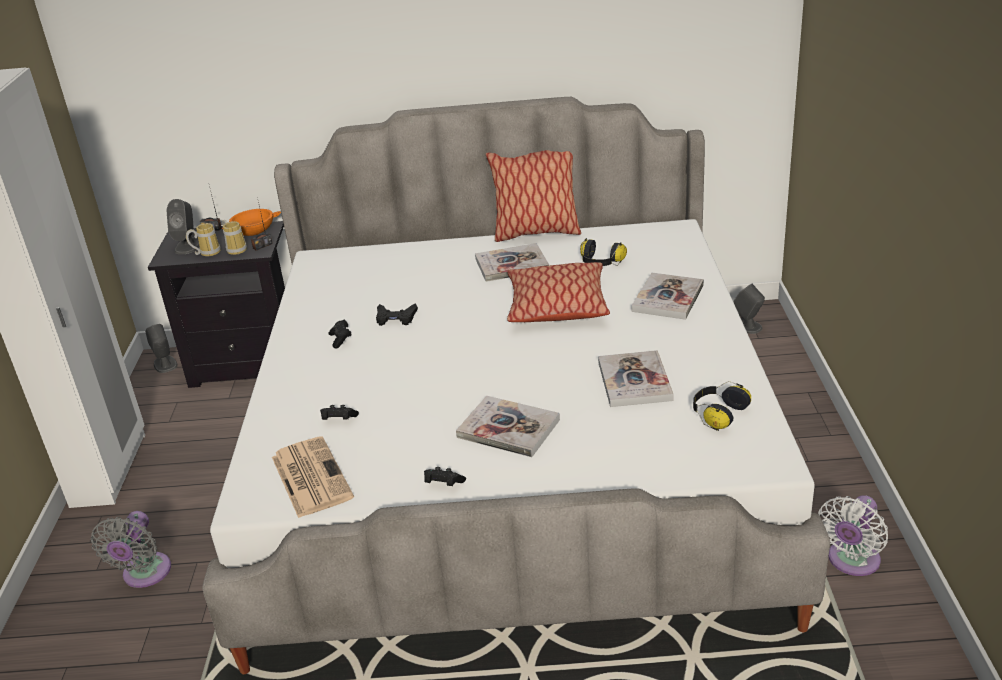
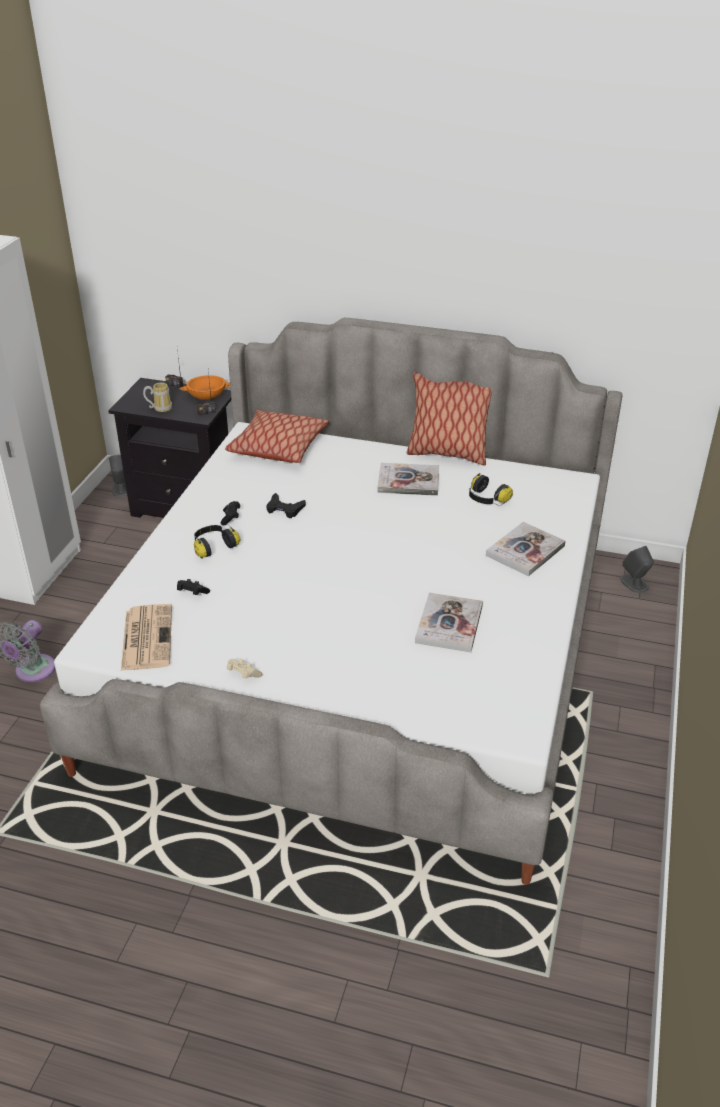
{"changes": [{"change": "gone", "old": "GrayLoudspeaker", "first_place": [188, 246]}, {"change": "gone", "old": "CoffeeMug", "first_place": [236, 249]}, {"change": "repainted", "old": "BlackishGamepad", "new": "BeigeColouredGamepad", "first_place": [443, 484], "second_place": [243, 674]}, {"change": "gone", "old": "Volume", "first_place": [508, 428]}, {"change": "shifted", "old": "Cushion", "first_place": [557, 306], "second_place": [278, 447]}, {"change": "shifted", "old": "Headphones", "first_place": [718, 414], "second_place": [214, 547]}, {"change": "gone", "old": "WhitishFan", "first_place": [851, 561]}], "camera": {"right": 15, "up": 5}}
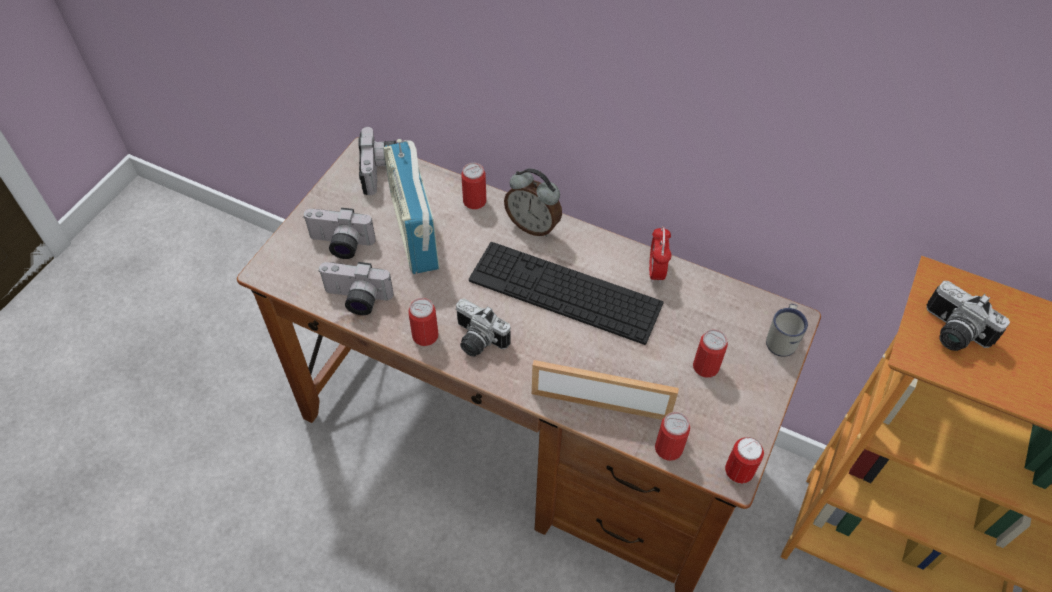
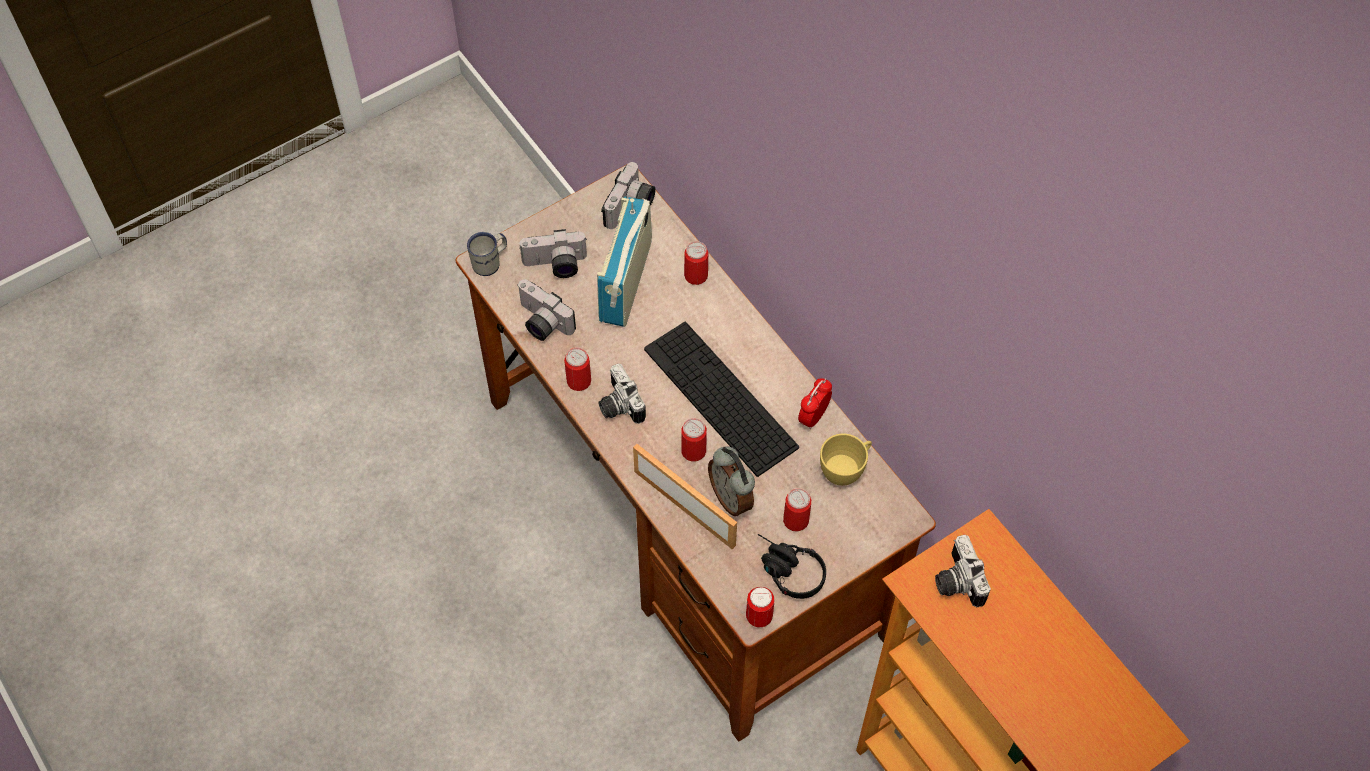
{"changes": [{"change": "rotated", "old": "StillCamera", "first_place": [340, 245], "second_place": [555, 266], "degrees": -45}, {"change": "shifted", "old": "BedsideClock", "first_place": [533, 225], "second_place": [731, 498]}, {"change": "shifted", "old": "MetalCan", "first_place": [668, 448], "second_place": [693, 451]}, {"change": "shifted", "old": "WhitishCoffeeMug", "first_place": [782, 339], "second_place": [490, 262]}, {"change": "new", "new": "BlackishHeadphones", "second_place": [785, 570]}, {"change": "new", "new": "YellowColouredCup", "second_place": [845, 470]}], "camera": {"right": 30, "up": 5}}
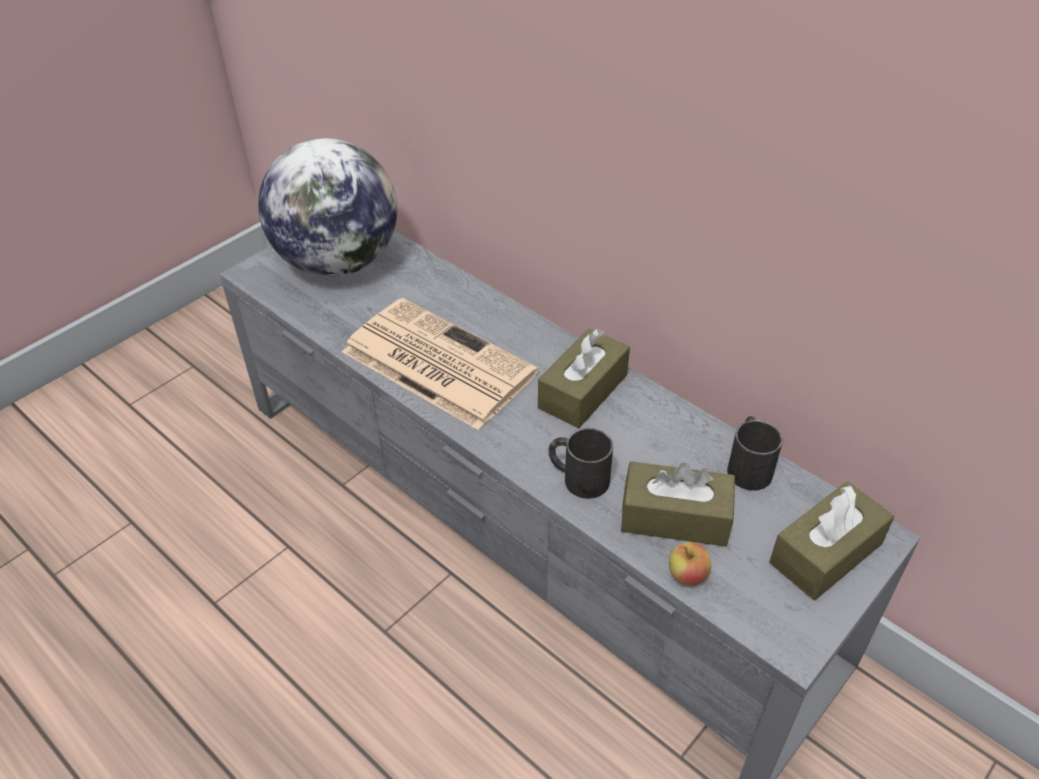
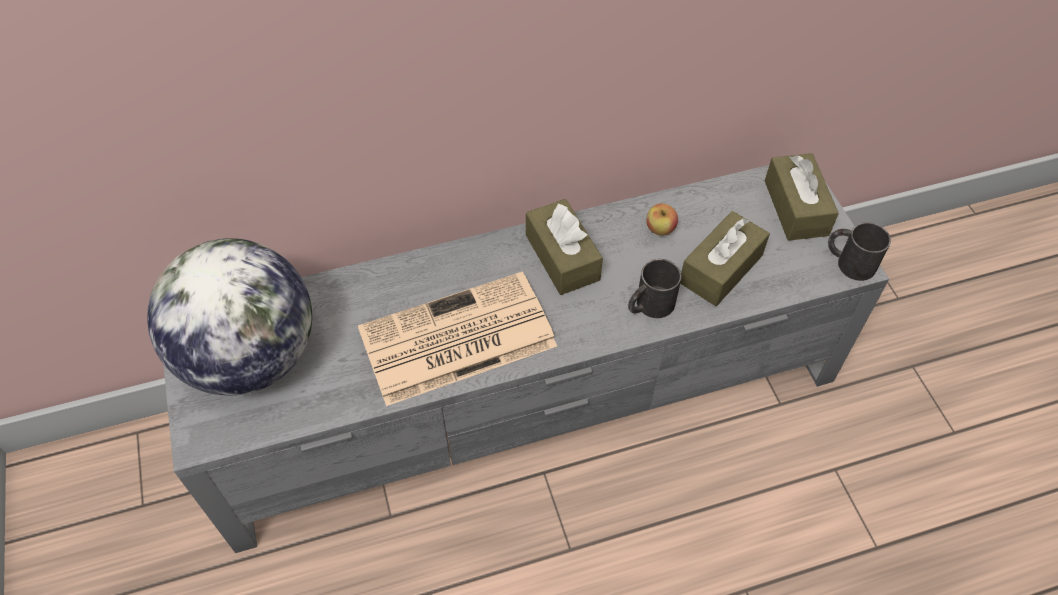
{"changes": [{"change": "shifted", "old": "AppleFruit", "first_place": [687, 575], "second_place": [660, 229]}, {"change": "shifted", "old": "BlackishCoffeeMug", "first_place": [748, 465], "second_place": [849, 262]}], "camera": {"right": -60, "up": 10}}
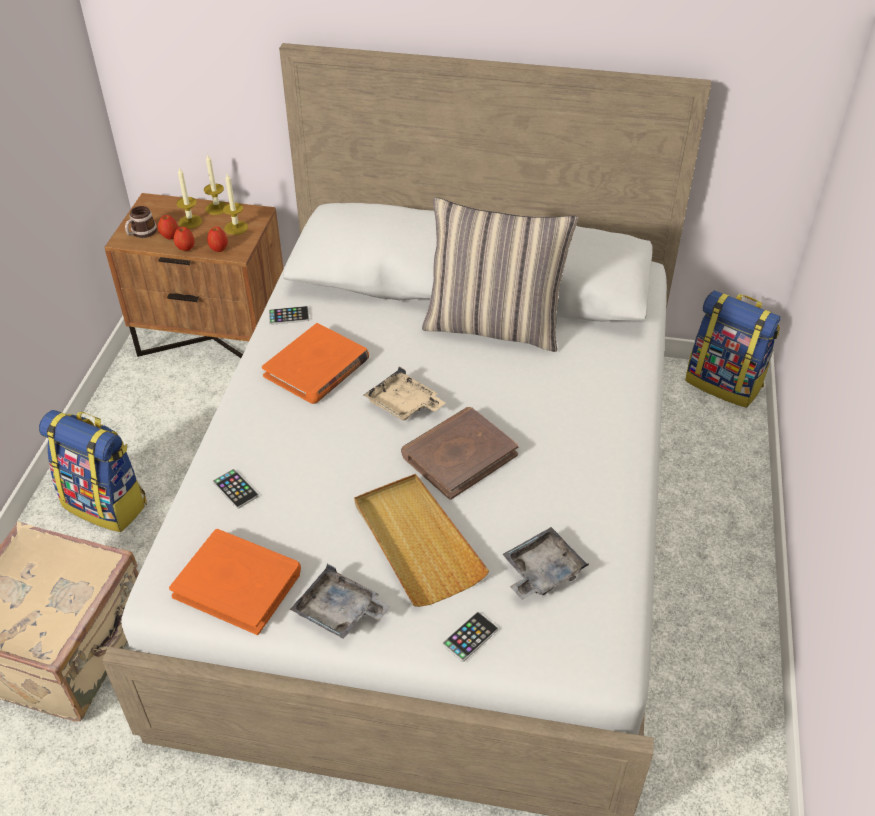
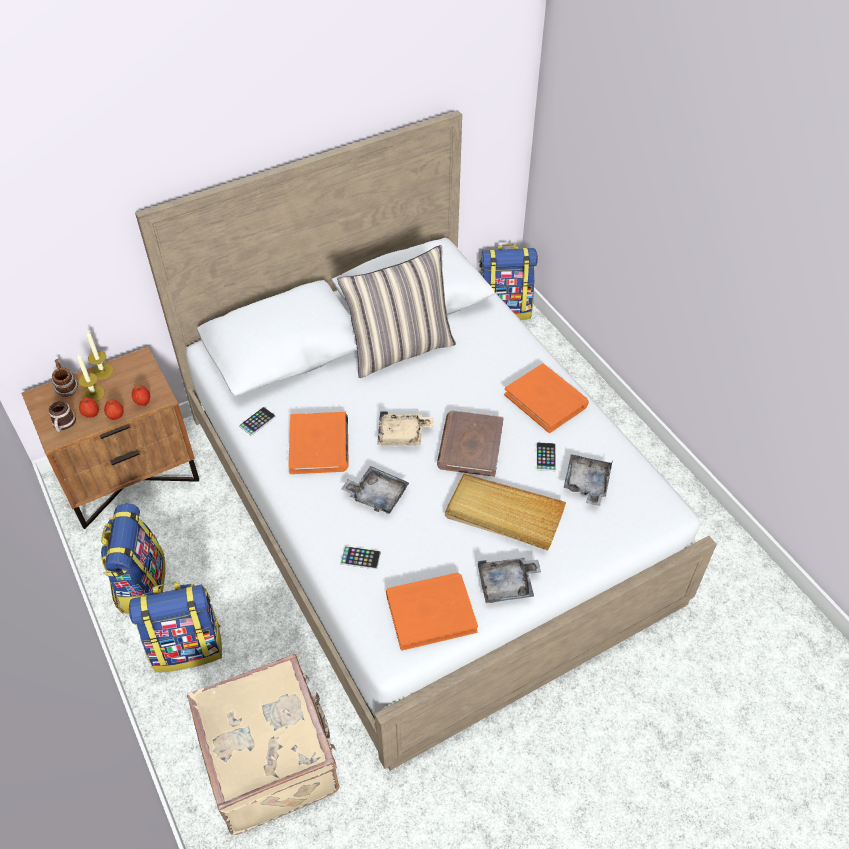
{"changes": [{"change": "gone", "old": "Candle", "first_place": [236, 228]}, {"change": "shifted", "old": "Phone", "first_place": [470, 637], "second_place": [545, 457]}, {"change": "new", "new": "CoffeeMug", "second_place": [66, 388]}, {"change": "new", "new": "Rucksack", "second_place": [141, 584]}, {"change": "new", "new": "GrayTray", "second_place": [377, 495]}, {"change": "new", "new": "OrangeVolume", "second_place": [546, 400]}], "camera": {"right": -40, "up": 5}}
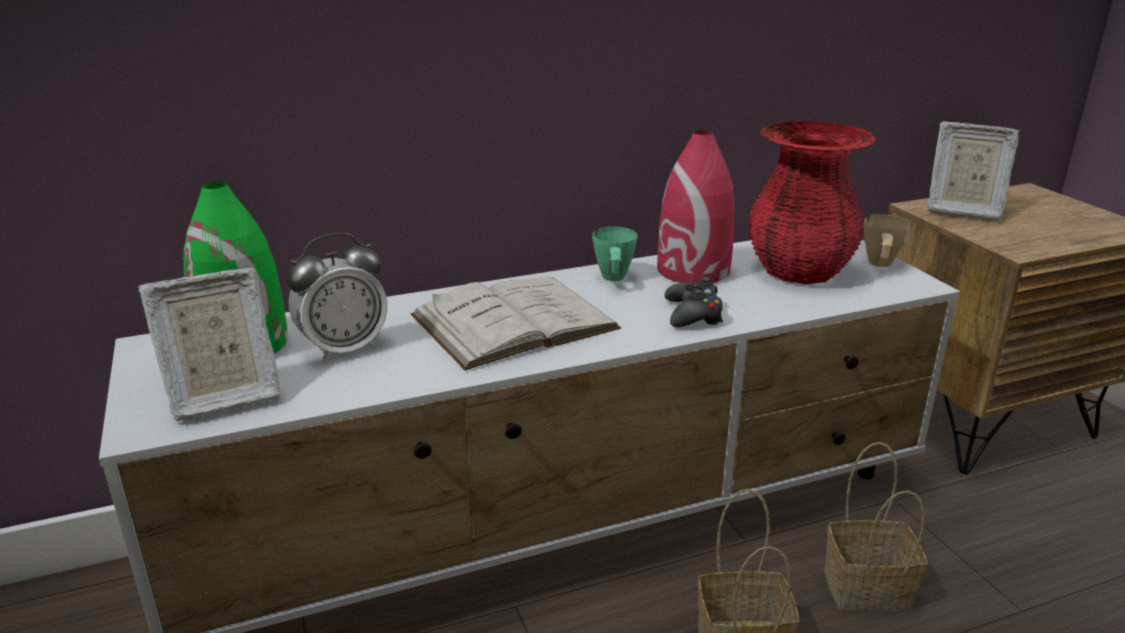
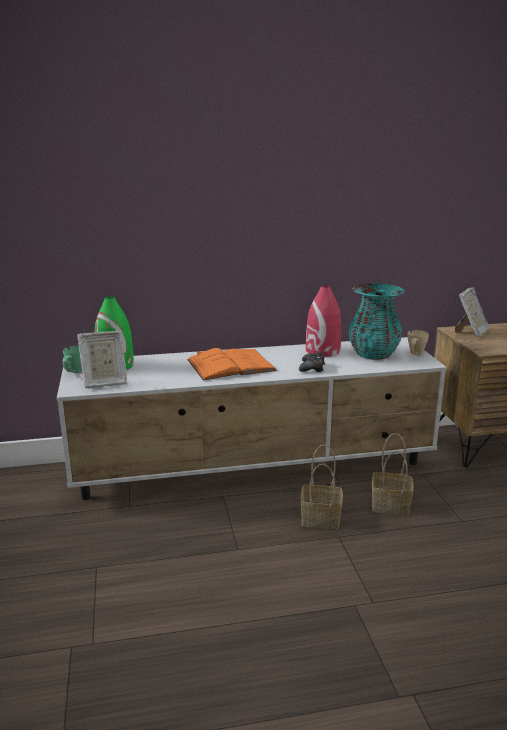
{"changes": [{"change": "gone", "old": "BedsideClock", "first_place": [343, 349]}, {"change": "repainted", "old": "WhitishVolume", "new": "OrangeVolume", "first_place": [514, 321], "second_place": [231, 365]}, {"change": "shifted", "old": "GreenColouredCoffeeMug", "first_place": [614, 281], "second_place": [74, 372]}, {"change": "repainted", "old": "ReddishFlowerVase", "new": "TurquoiseFlowerVase", "first_place": [799, 271], "second_place": [373, 354]}, {"change": "rotated", "old": "StandingFrame", "first_place": [961, 211], "second_place": [471, 332], "degrees": -90}], "camera": {"right": 10, "up": -5}}
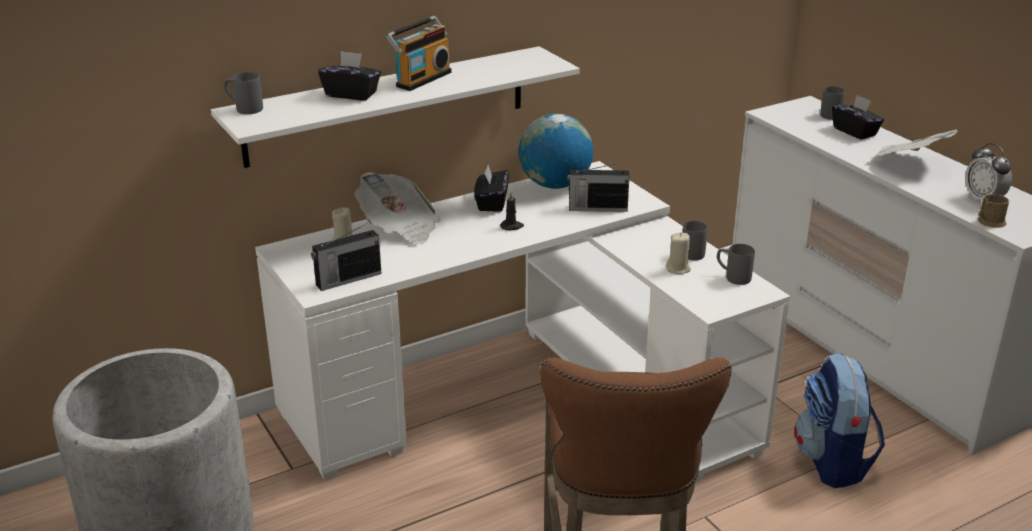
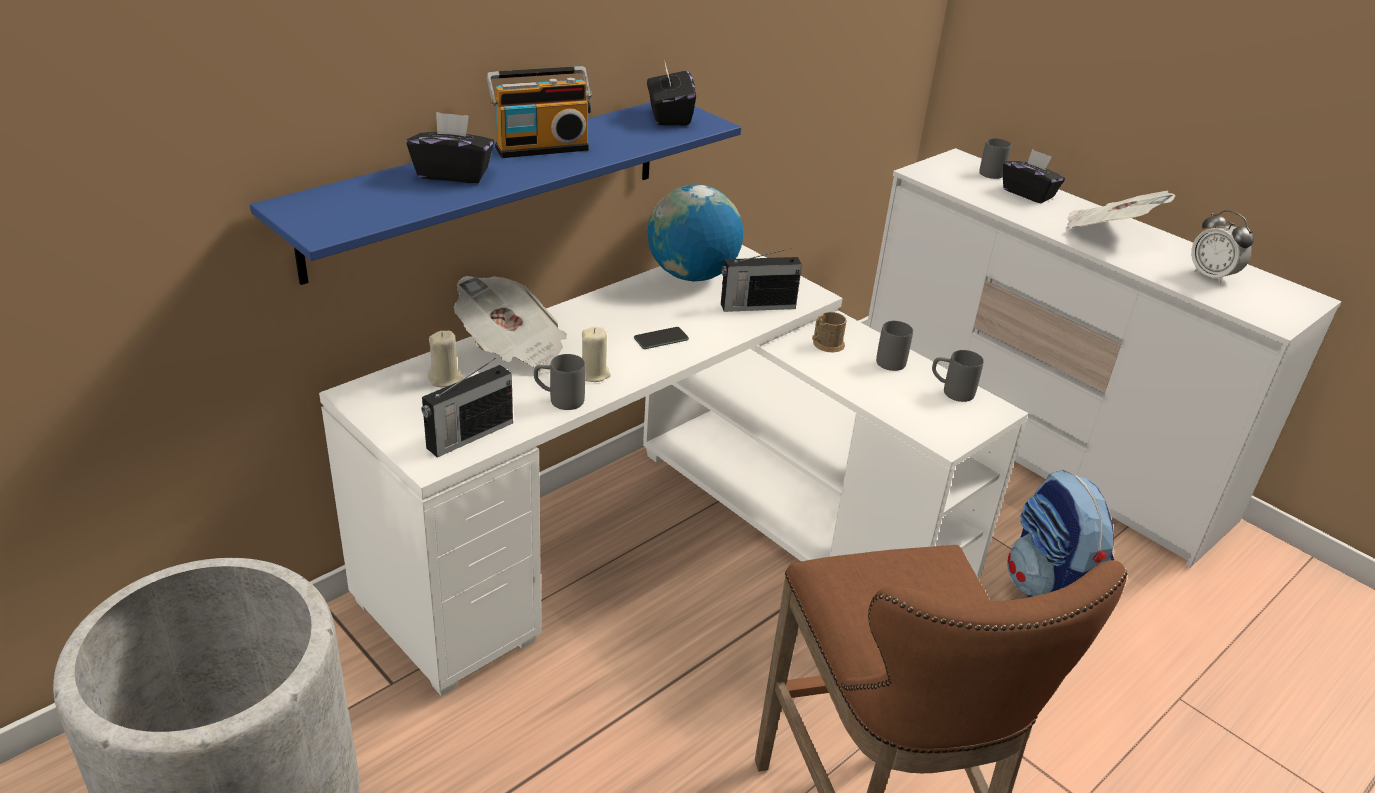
{"changes": [{"change": "repainted", "old": "WhitishShelf", "new": "BlueColouredShelf", "first_place": [387, 105], "second_place": [490, 184]}, {"change": "shifted", "old": "GrayCoffeeMug", "first_place": [244, 108], "second_place": [559, 399]}, {"change": "rotated", "old": "Radio", "first_place": [421, 79], "second_place": [541, 147], "degrees": 45}, {"change": "shifted", "old": "BlackishTissueBox", "first_place": [491, 203], "second_place": [669, 116]}, {"change": "swapped", "old": "BlackishCandle", "new": "Phone", "first_place": [512, 226], "second_place": [661, 339]}, {"change": "shifted", "old": "BeigeColouredCandle", "first_place": [678, 269], "second_place": [594, 374]}, {"change": "shifted", "old": "BrownColouredCoffeeMug", "first_place": [989, 222], "second_place": [825, 345]}], "camera": {"right": -15, "up": 5}}
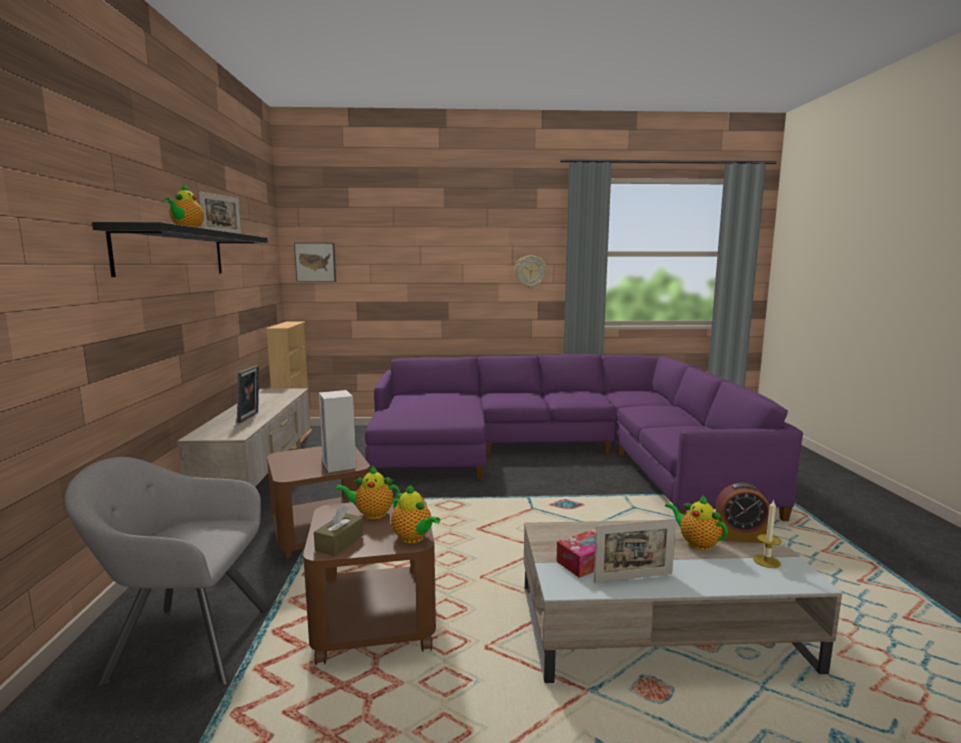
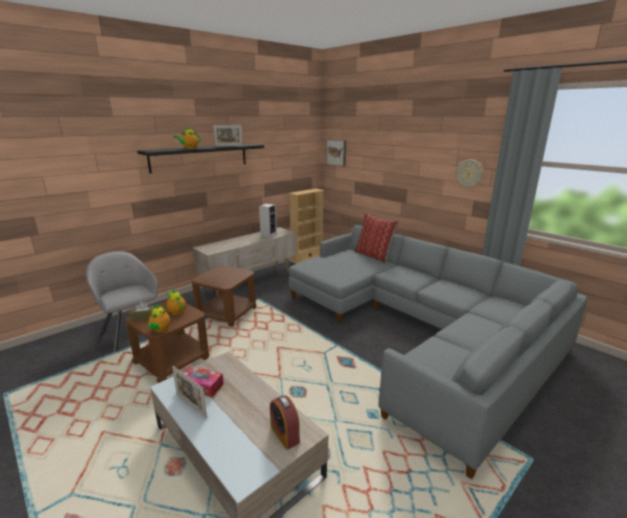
{"changes": [{"change": "gone", "old": "StandingFrame", "first_place": [250, 417]}, {"change": "shifted", "old": "Loudspeaker", "first_place": [338, 465], "second_place": [268, 234]}, {"change": "repainted", "old": "PurpleSofa", "new": "GraySofa", "first_place": [559, 455], "second_place": [418, 330]}, {"change": "gone", "old": "PotForTea", "first_place": [696, 543]}, {"change": "gone", "old": "Candle", "first_place": [766, 561]}, {"change": "new", "new": "Cushion", "second_place": [374, 256]}], "camera": {"right": 50, "up": 10}}
